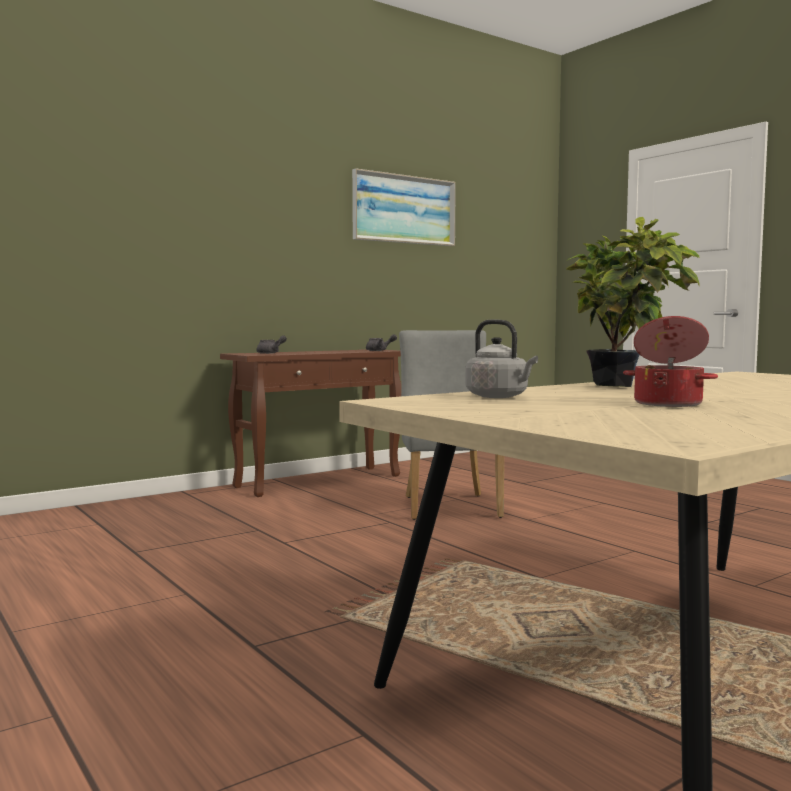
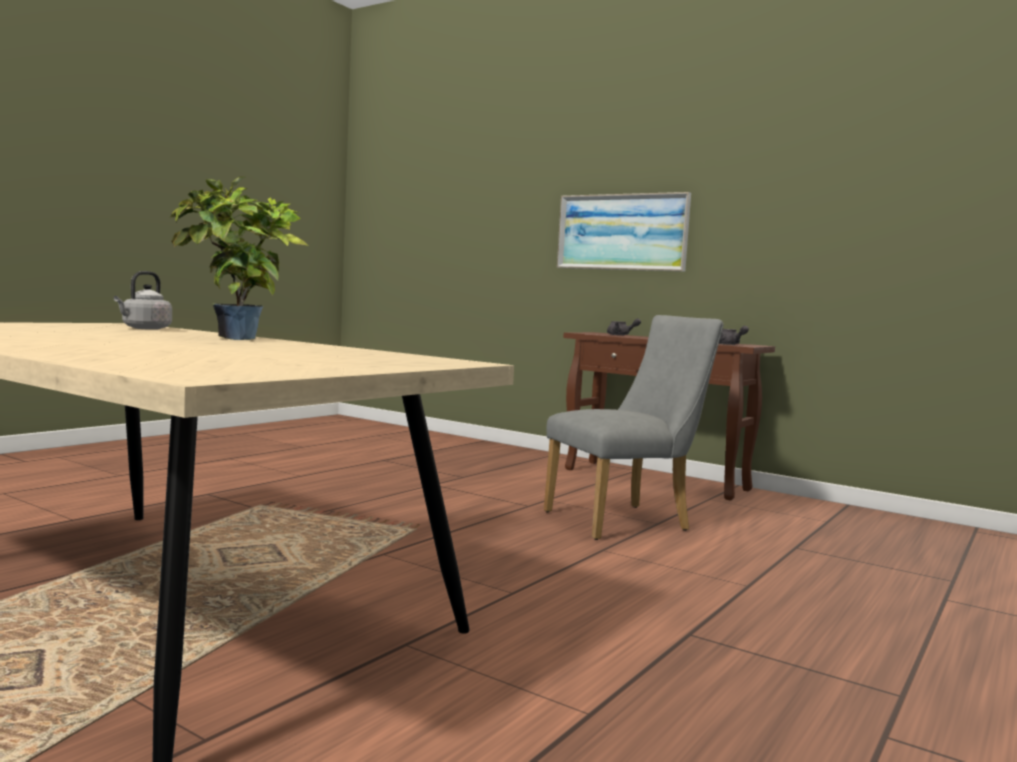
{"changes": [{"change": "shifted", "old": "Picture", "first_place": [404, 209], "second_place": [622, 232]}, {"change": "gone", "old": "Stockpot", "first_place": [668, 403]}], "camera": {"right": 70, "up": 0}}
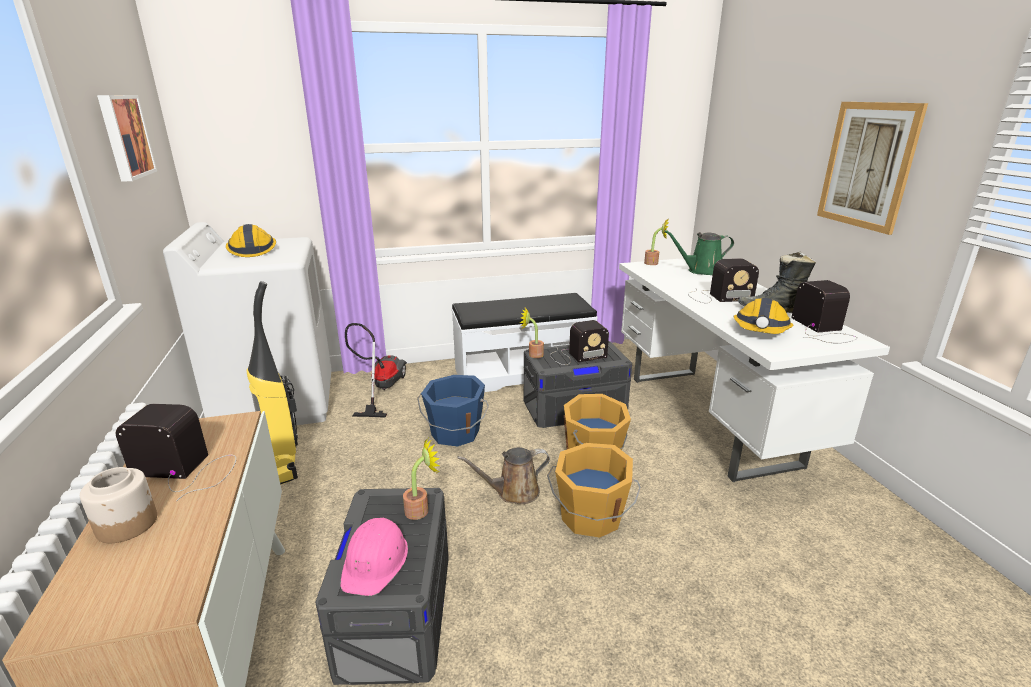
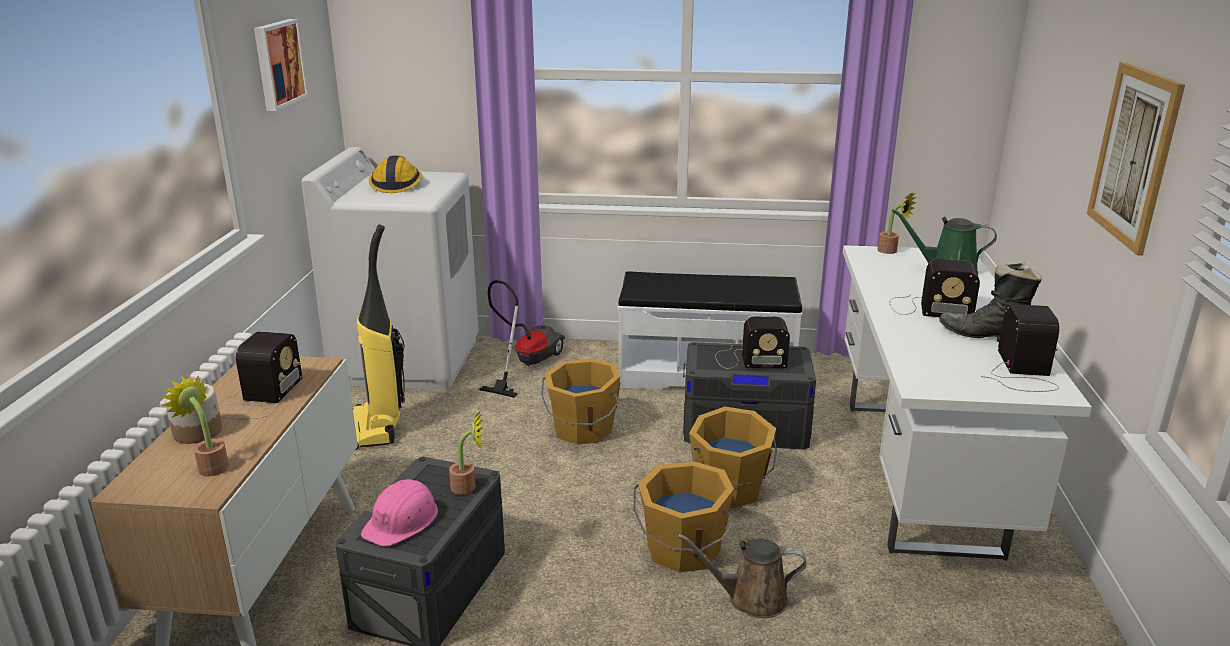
{"changes": [{"change": "rotated", "old": "Radio", "first_place": [188, 469], "second_place": [259, 398], "degrees": 75}, {"change": "repainted", "old": "BlueColouredPail", "new": "OrangePail", "first_place": [455, 433], "second_place": [582, 430]}, {"change": "shifted", "old": "BrownColouredSprinklingCan", "first_place": [513, 492], "second_place": [751, 598]}, {"change": "shifted", "old": "PlantInAPot", "first_place": [533, 354], "second_place": [210, 466]}, {"change": "gone", "old": "SafetyHelmet", "first_place": [761, 330]}], "camera": {"right": 20, "up": 0}}
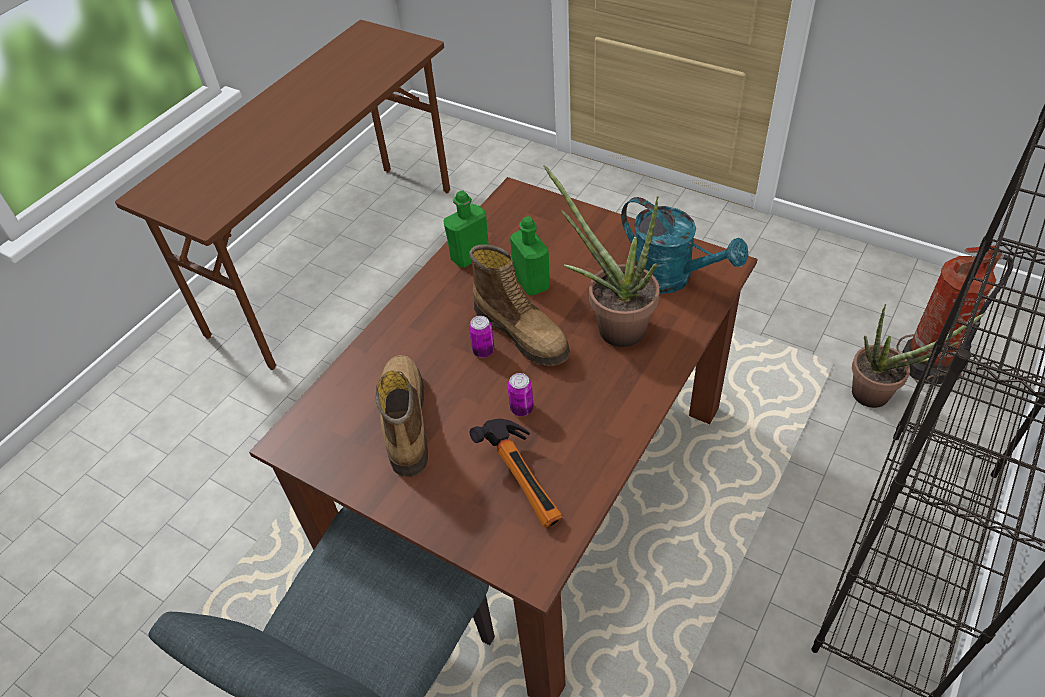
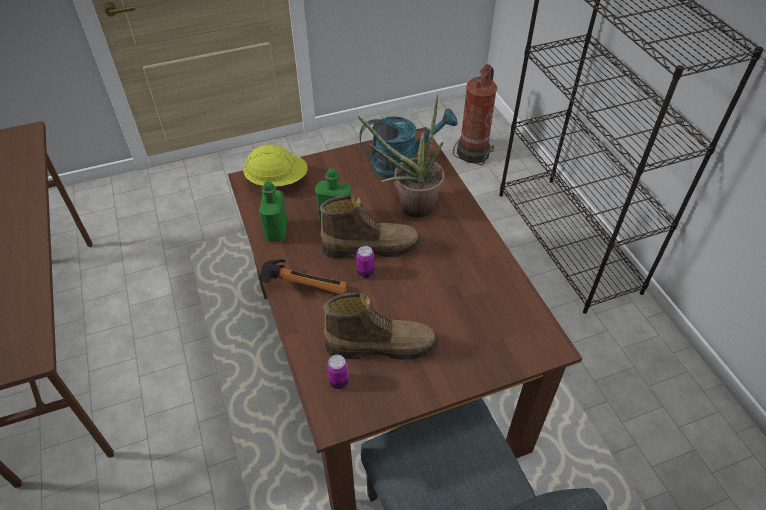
{"changes": [{"change": "rotated", "old": "Boot", "first_place": [404, 421], "second_place": [381, 345], "degrees": 150}, {"change": "shifted", "old": "ToolHammer", "first_place": [527, 479], "second_place": [306, 285]}, {"change": "shifted", "old": "MetalCan", "first_place": [522, 408], "second_place": [338, 382]}, {"change": "gone", "old": "PlantInAPot", "first_place": [879, 395]}, {"change": "new", "new": "YellowColouredSafetyHelmet", "second_place": [277, 181]}], "camera": {"right": -55, "up": 0}}
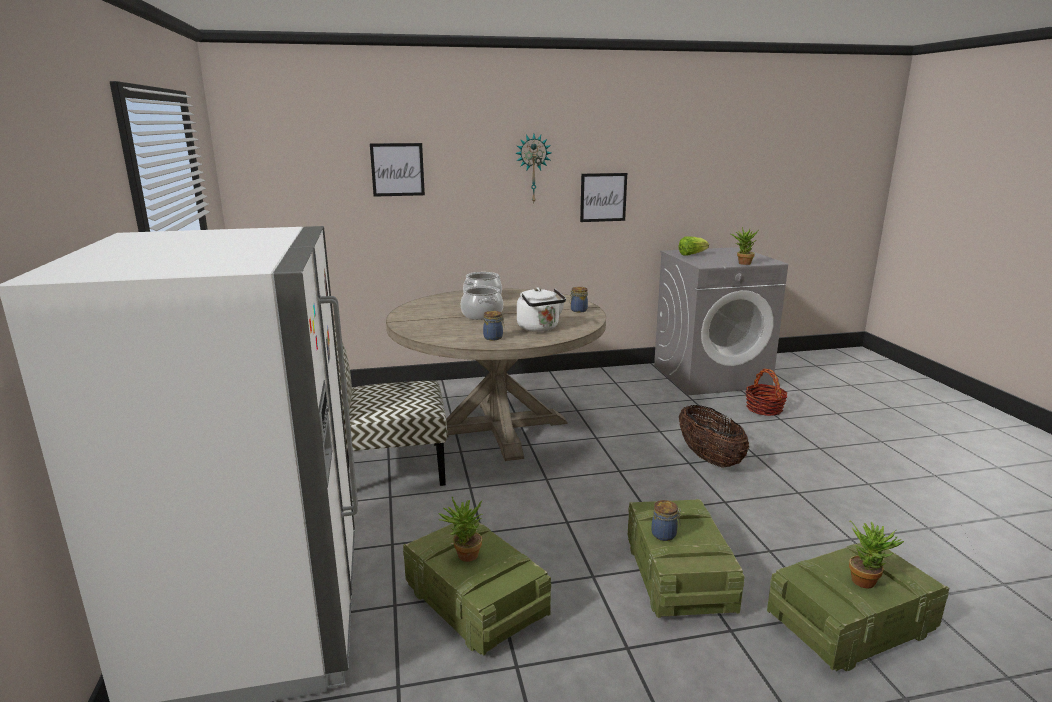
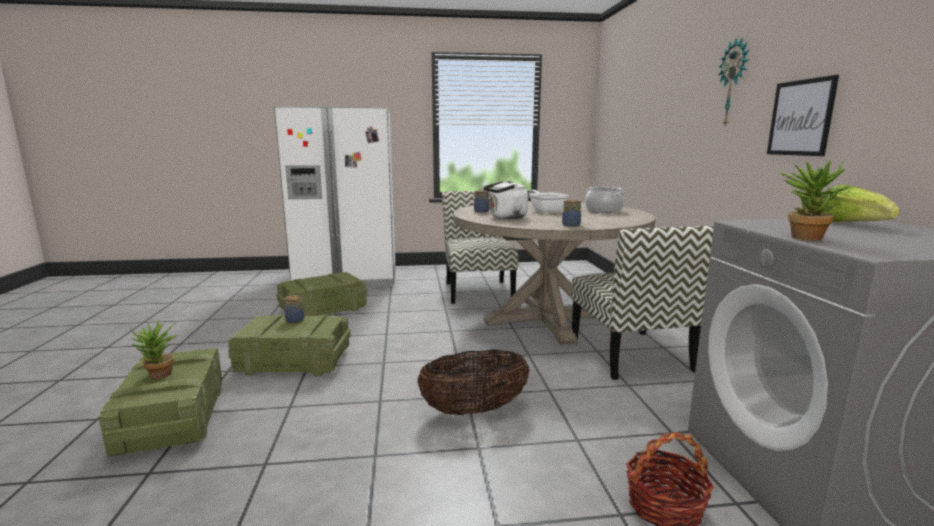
{"changes": [{"change": "gone", "old": "Picture", "first_place": [397, 169]}, {"change": "gone", "old": "PlantInAPot", "first_place": [463, 556]}, {"change": "swapped", "old": "Stockpot", "new": "Pan", "first_place": [481, 315], "second_place": [545, 210]}, {"change": "new", "new": "UprightChair", "second_place": [631, 354]}], "camera": {"right": 95, "up": -5}}
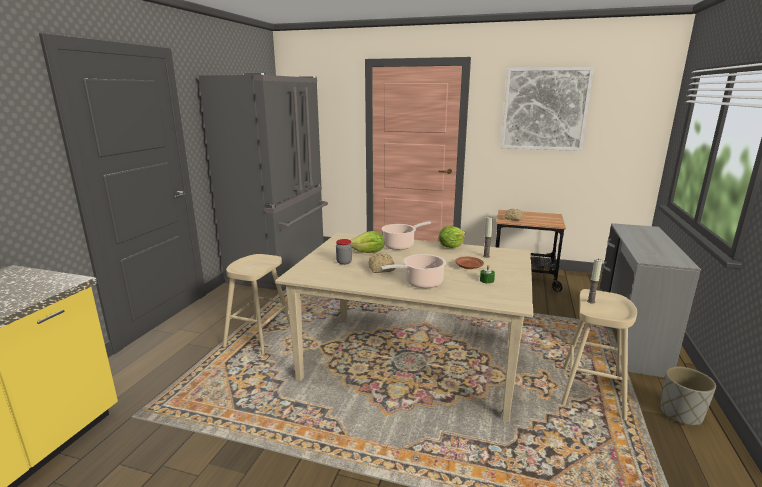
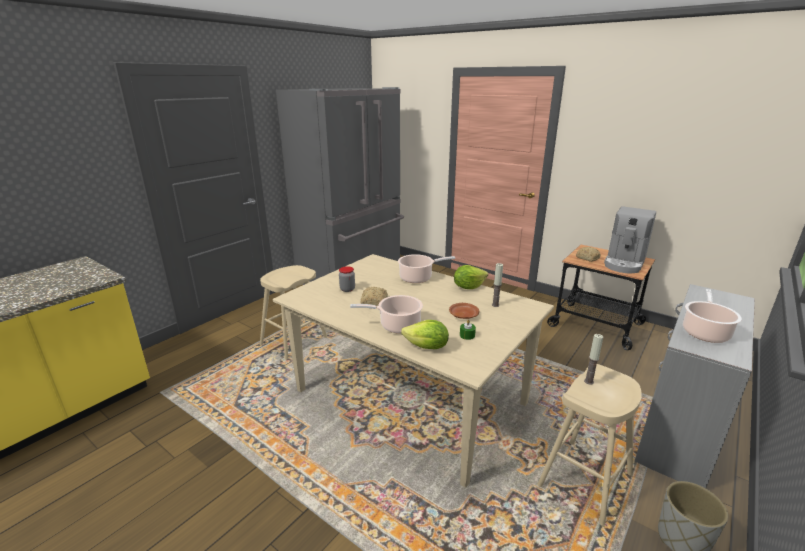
{"changes": [{"change": "shifted", "old": "LettuceHead", "first_place": [368, 253], "second_place": [427, 347]}, {"change": "gone", "old": "Picture", "first_place": [544, 109]}, {"change": "new", "new": "CoffeeBrewer", "second_place": [624, 263]}, {"change": "new", "new": "Stockpot", "second_place": [705, 332]}], "camera": {"right": 20, "up": 5}}
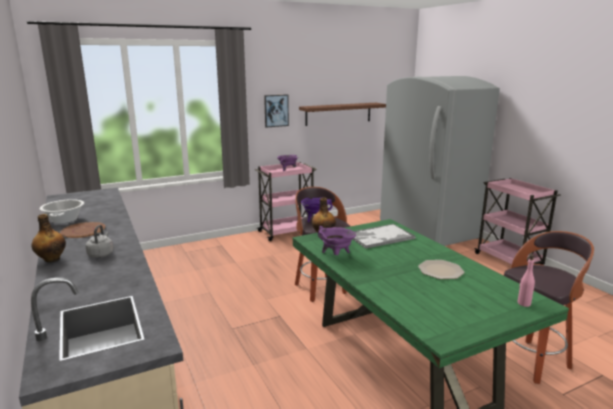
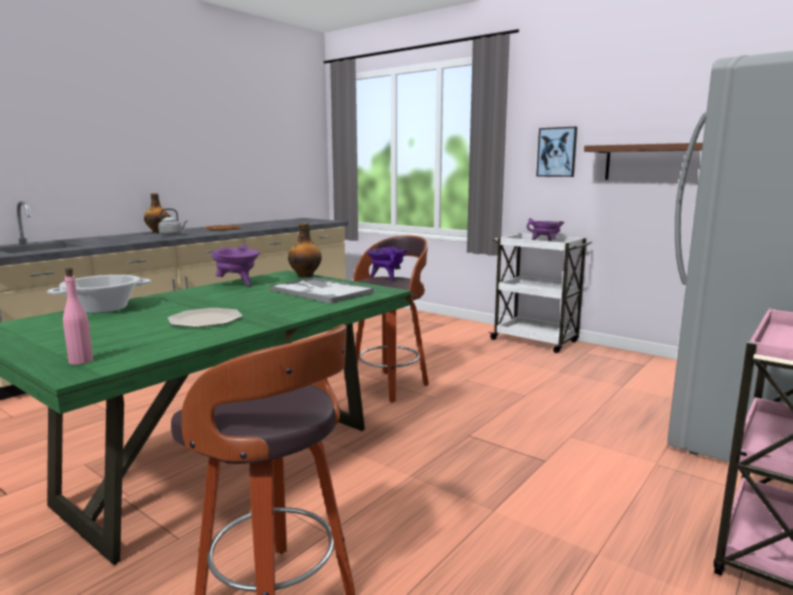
{"changes": [{"change": "shifted", "old": "Stockpot", "first_place": [65, 220], "second_place": [104, 309]}, {"change": "repainted", "old": "PinkColouredWheeledCart", "new": "WhitishWheeledCart", "first_place": [286, 232], "second_place": [536, 341]}], "camera": {"right": 65, "up": -5}}
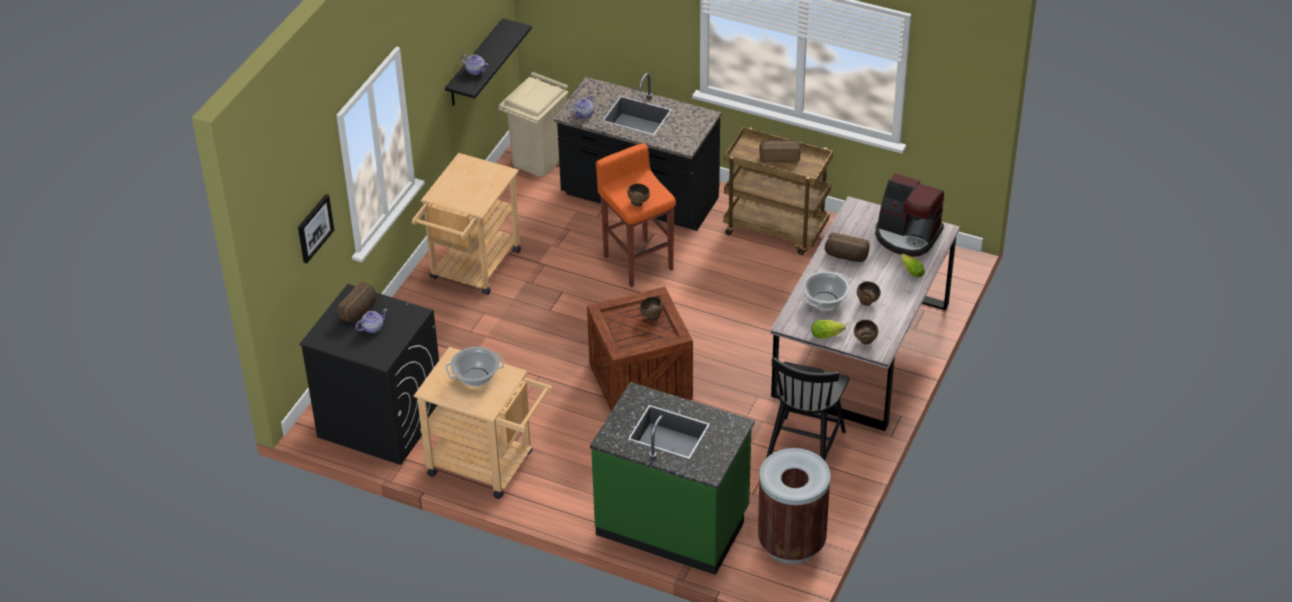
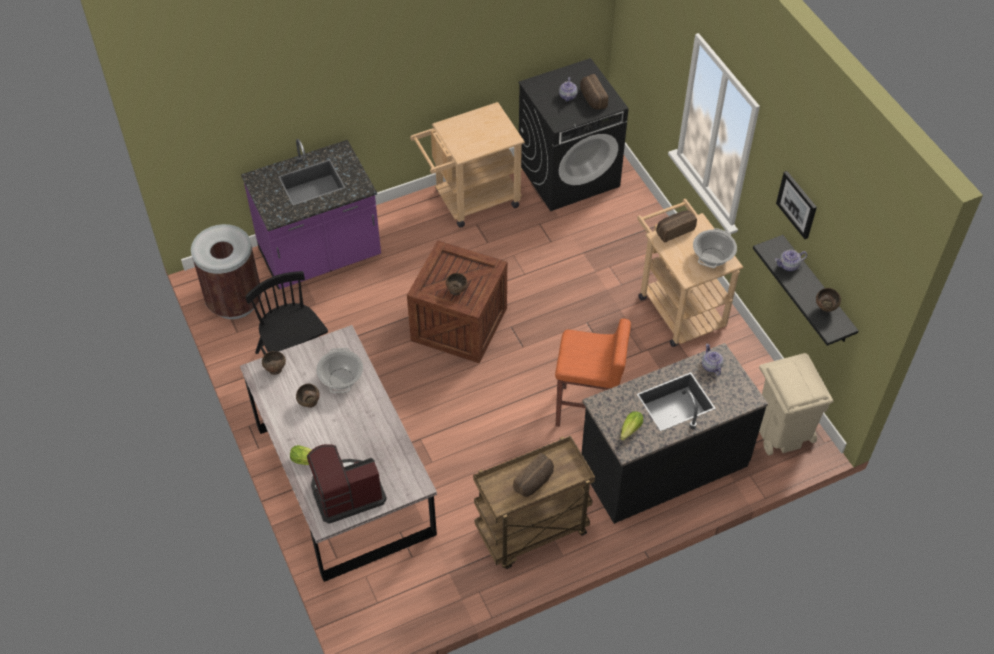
{"changes": [{"change": "shifted", "old": "Picture", "first_place": [314, 228], "second_place": [797, 204]}, {"change": "shifted", "old": "Stockpot", "first_place": [476, 377], "second_place": [712, 257]}, {"change": "repainted", "old": "GreenColouredKitchenCounter", "new": "PurpleKitchenCounter", "first_place": [673, 522], "second_place": [320, 256]}, {"change": "shifted", "old": "BrownColouredDeepDish", "first_place": [638, 203], "second_place": [825, 308]}, {"change": "shifted", "old": "LettuceHead", "first_place": [828, 334], "second_place": [629, 431]}, {"change": "shifted", "old": "Bread", "first_place": [846, 256], "second_place": [674, 230]}], "camera": {"right": 130, "up": 10}}
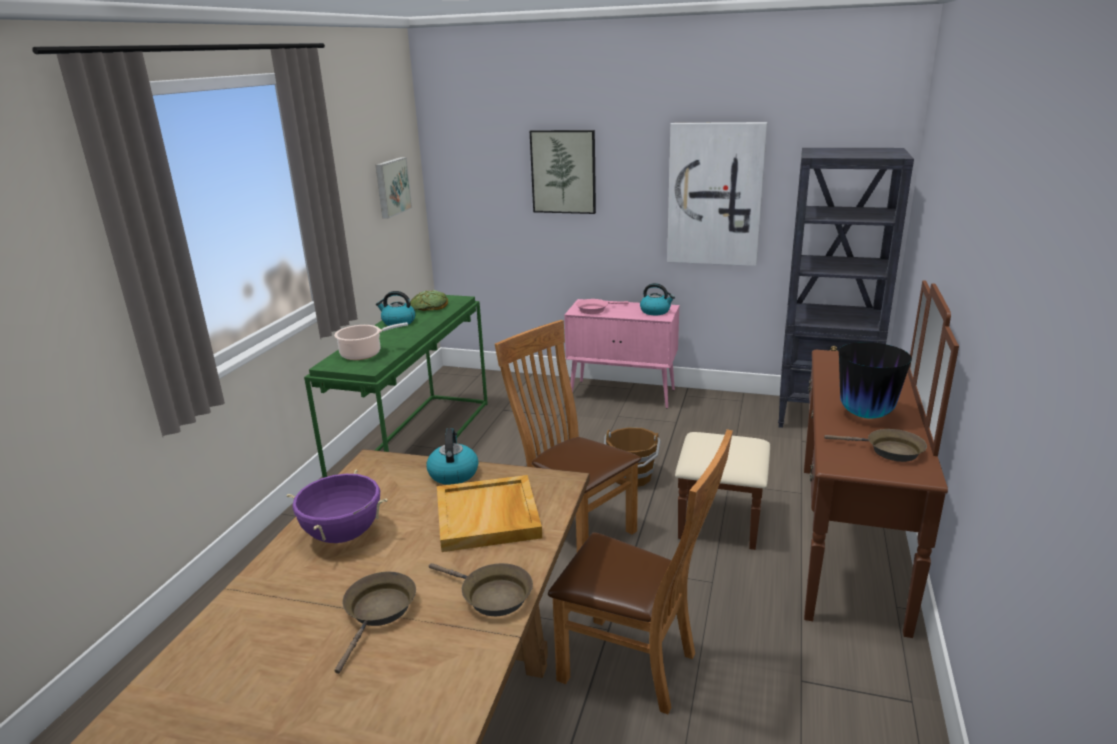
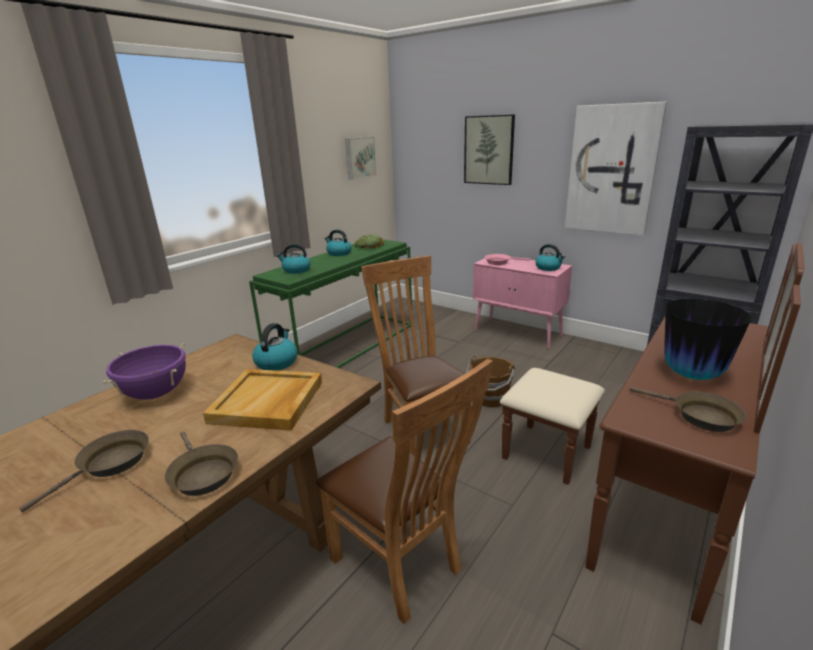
{"changes": [{"change": "swapped", "old": "Stockpot", "new": "Kettle", "first_place": [364, 354], "second_place": [296, 270]}], "camera": {"right": 20, "up": 0}}
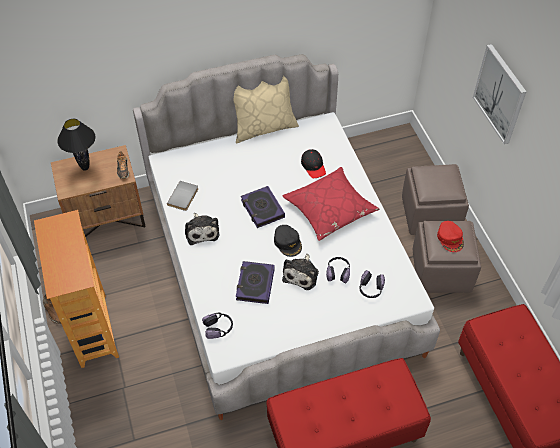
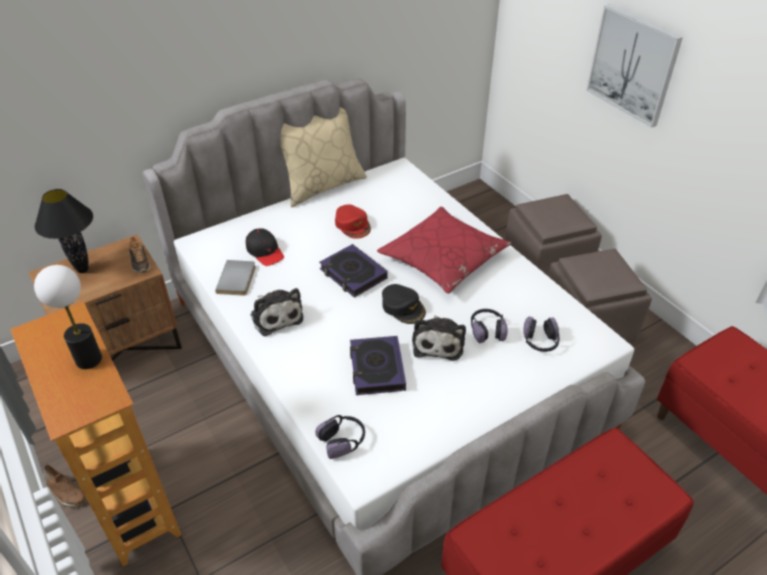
{"changes": [{"change": "shifted", "old": "BlackishCap", "first_place": [313, 166], "second_place": [265, 251]}, {"change": "shifted", "old": "ReddishCap", "first_place": [450, 238], "second_place": [353, 225]}, {"change": "new", "new": "TableLamp", "second_place": [88, 359]}], "camera": {"right": -15, "up": -10}}
